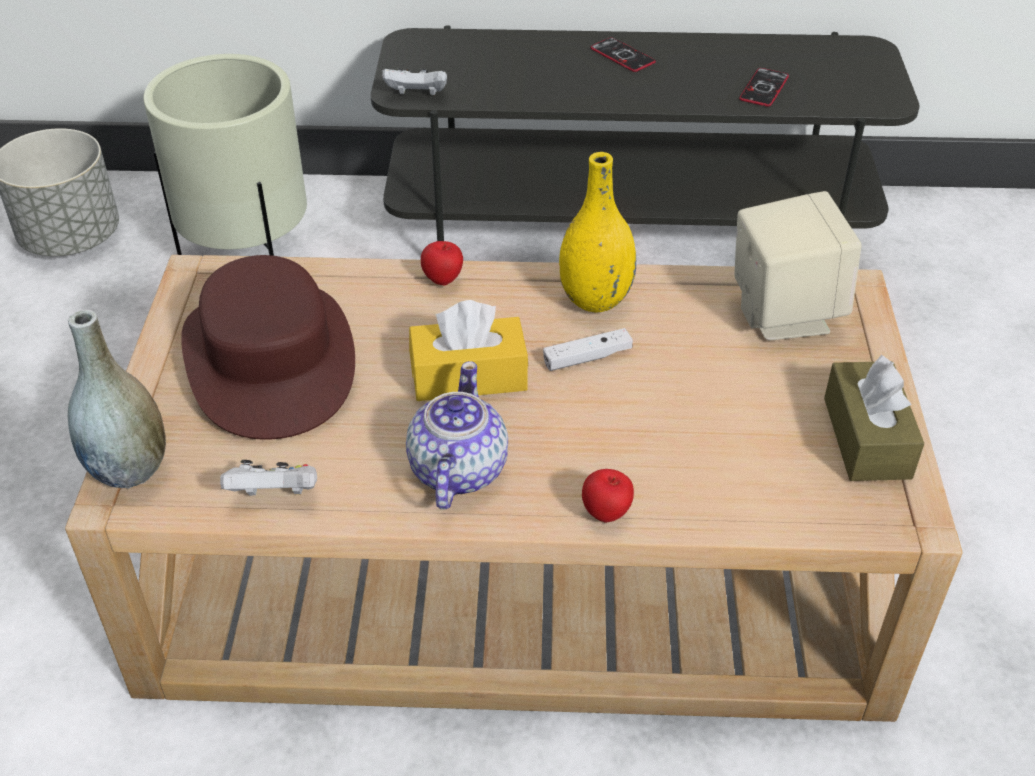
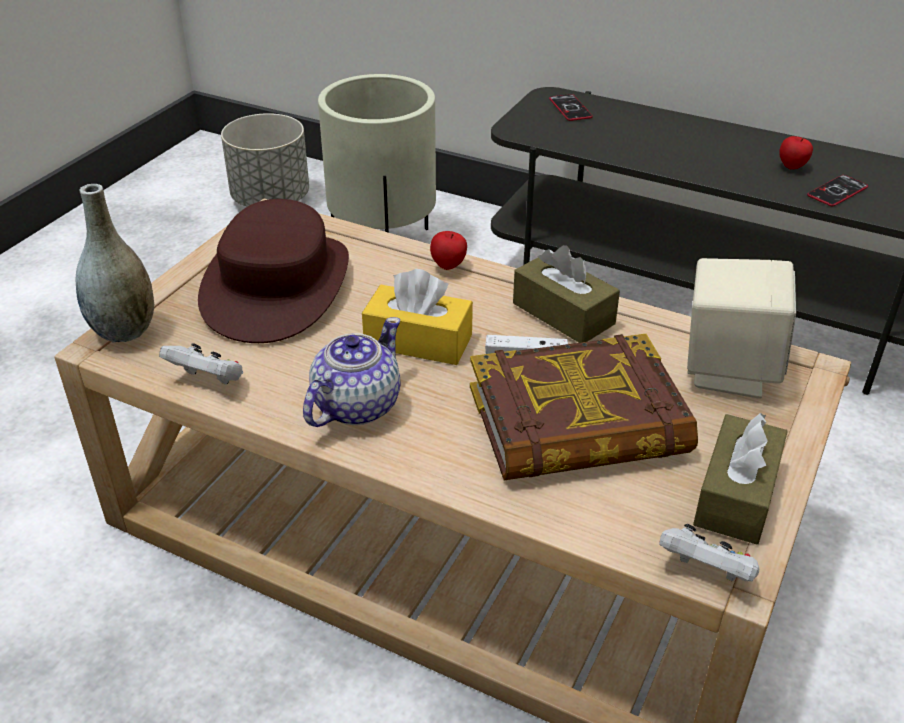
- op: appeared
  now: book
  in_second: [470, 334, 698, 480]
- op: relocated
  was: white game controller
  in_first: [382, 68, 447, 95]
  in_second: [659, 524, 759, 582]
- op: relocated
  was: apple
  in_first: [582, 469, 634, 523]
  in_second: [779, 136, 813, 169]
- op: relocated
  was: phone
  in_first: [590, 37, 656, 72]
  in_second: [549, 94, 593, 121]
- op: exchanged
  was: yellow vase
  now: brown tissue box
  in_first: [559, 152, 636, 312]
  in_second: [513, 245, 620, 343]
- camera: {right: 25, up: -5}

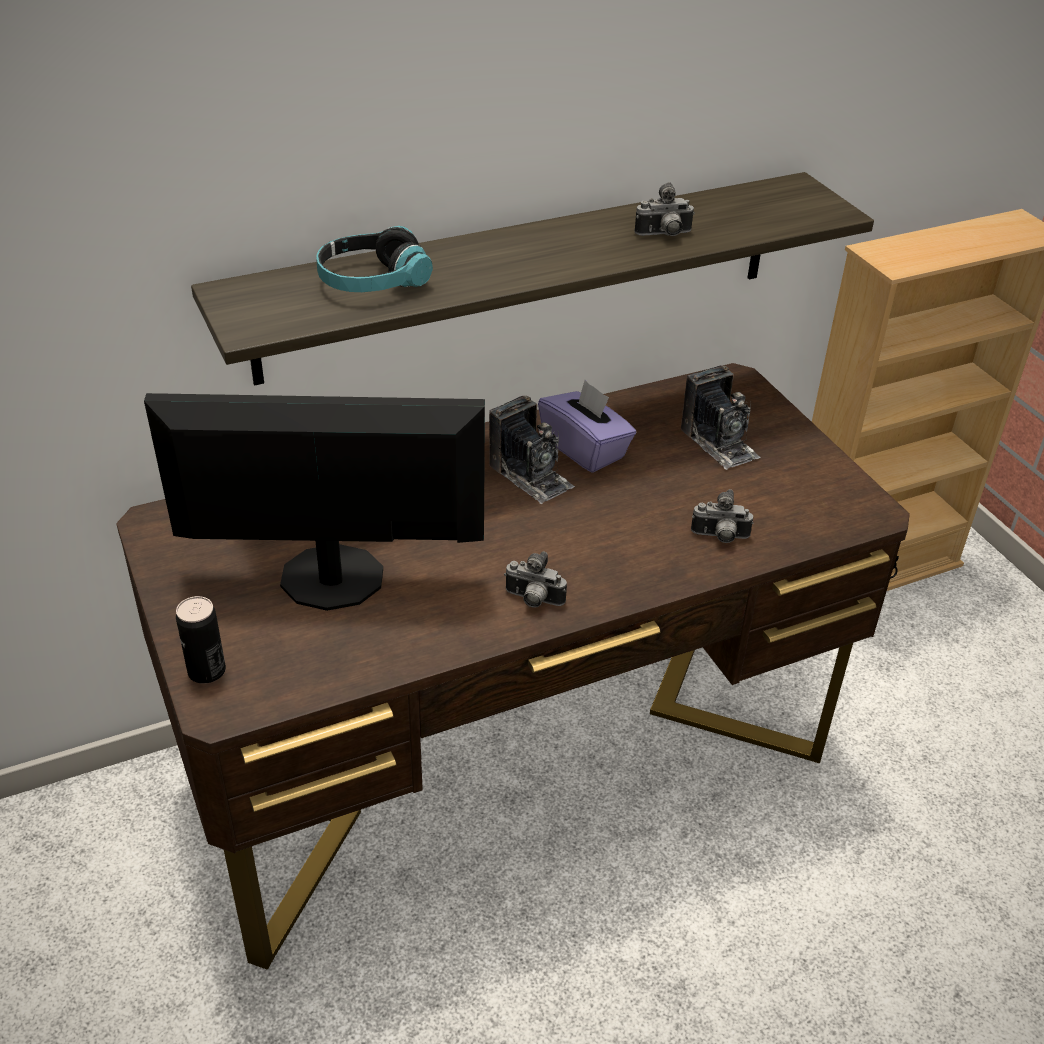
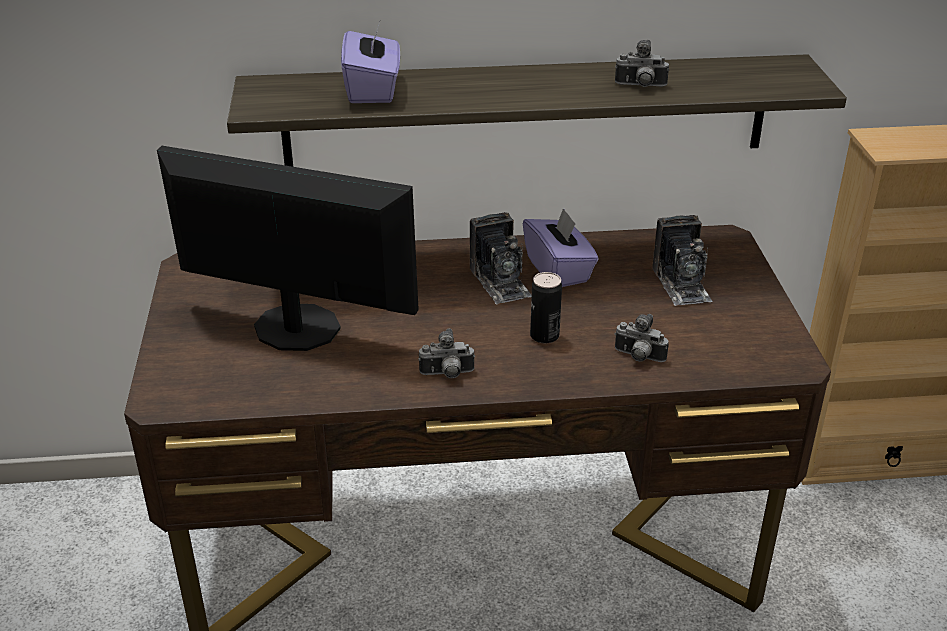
- op: relocated
  was: can
  in_first: [176, 596, 226, 684]
  in_second: [530, 272, 562, 344]
- op: exchanged
  was: headphones
  now: purple tissue box
  in_first: [316, 226, 433, 292]
  in_second: [341, 19, 400, 103]
- op: spun
  was: photo camera
  in_first: [504, 551, 567, 608]
  in_second: [418, 328, 475, 378]
  clockwise: -45
- camera: {right: 20, up: -5}

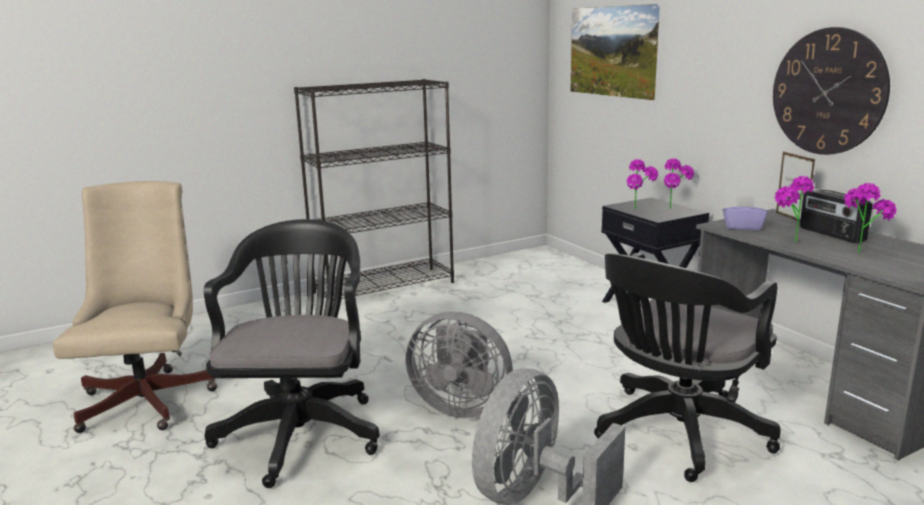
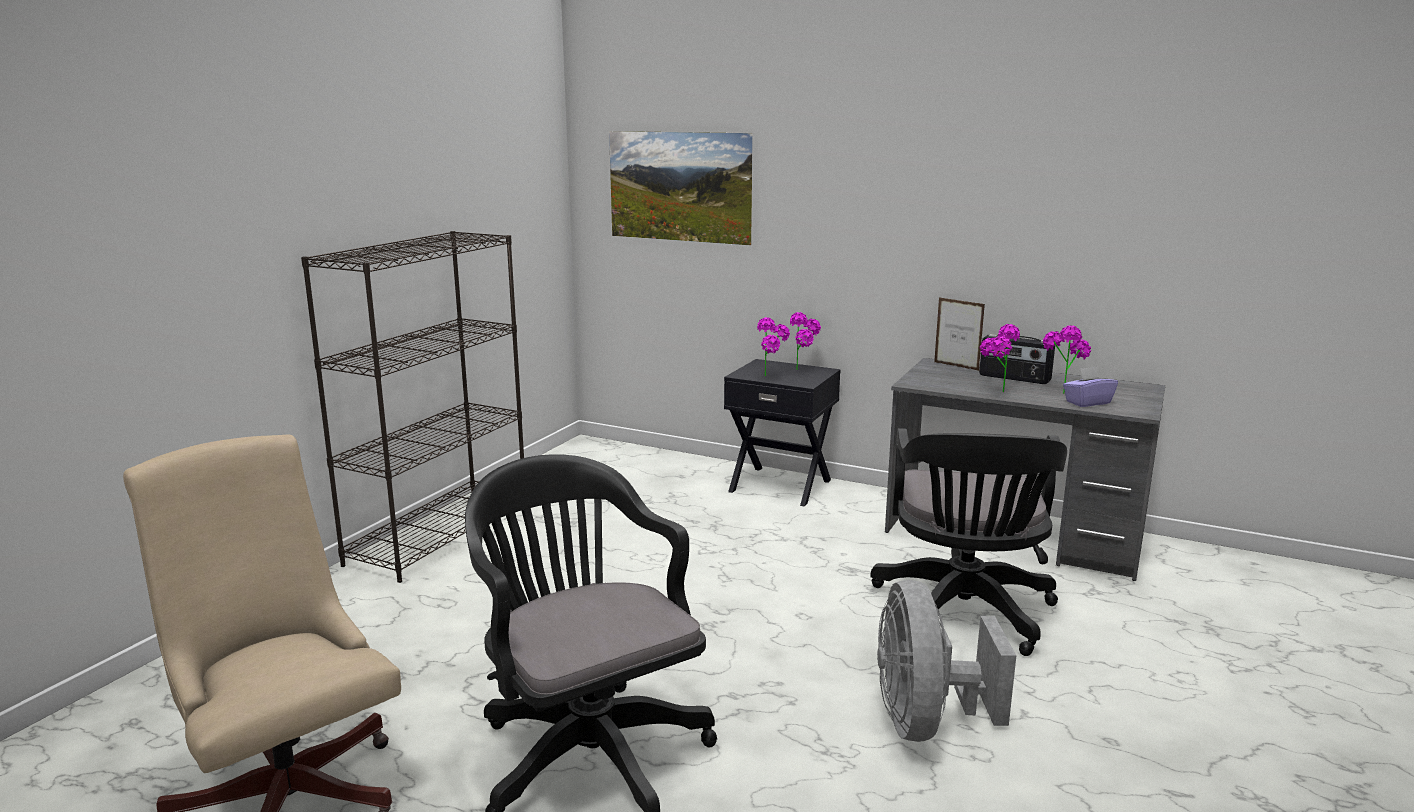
- op: missing
  was: grey fan
  in_first: [406, 312, 513, 418]
- op: missing
  was: wall clock
  in_first: [773, 27, 890, 155]
- op: relocated
  was: purple tissue box
  in_first: [722, 196, 768, 230]
  in_second: [1063, 367, 1118, 407]
- camera: {right: -35, up: 0}

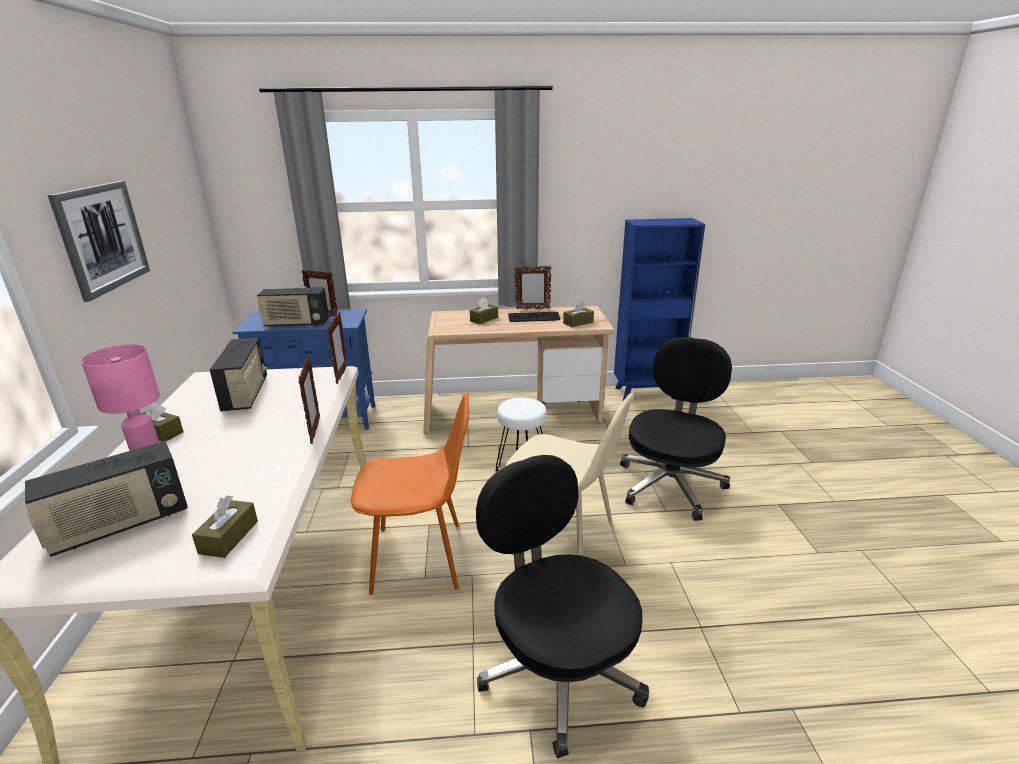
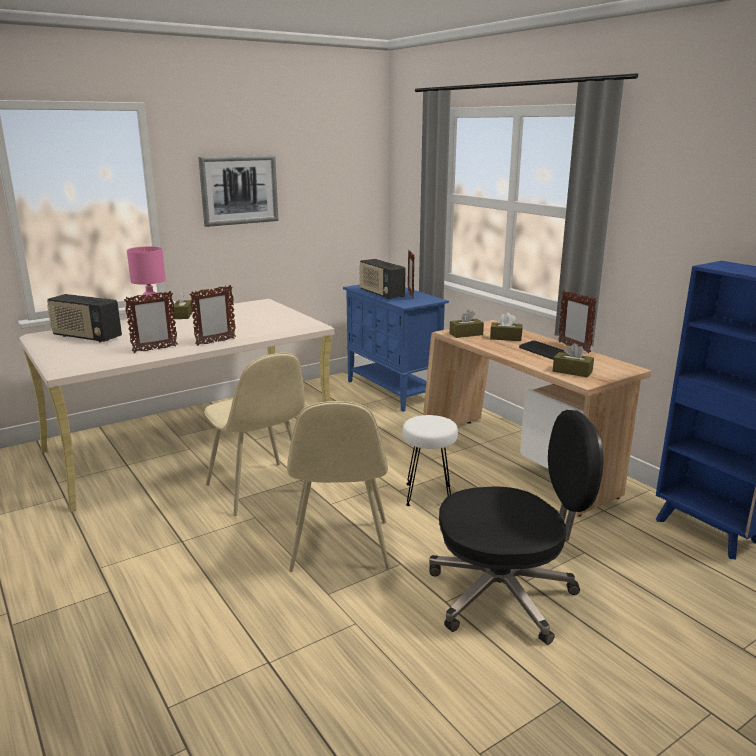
- op: missing
  was: radio
  in_first: [209, 338, 267, 411]
- op: missing
  was: black office chair
  in_first: [476, 455, 649, 758]
- op: relocated
  was: brown tissue box
  in_first: [192, 495, 258, 558]
  in_second: [449, 310, 484, 338]
- op: relocated
  was: picture frame
  in_first: [327, 311, 348, 384]
  in_second: [124, 291, 178, 353]
- op: colour
  was: orange chair
  now: beige chair
  in_first: [351, 392, 469, 595]
  in_second: [204, 353, 312, 516]
- camera: {right: 60, up: -5}

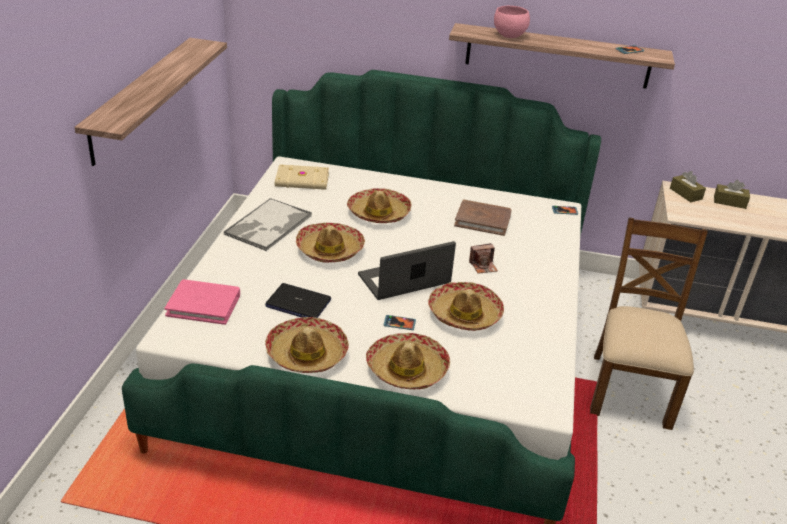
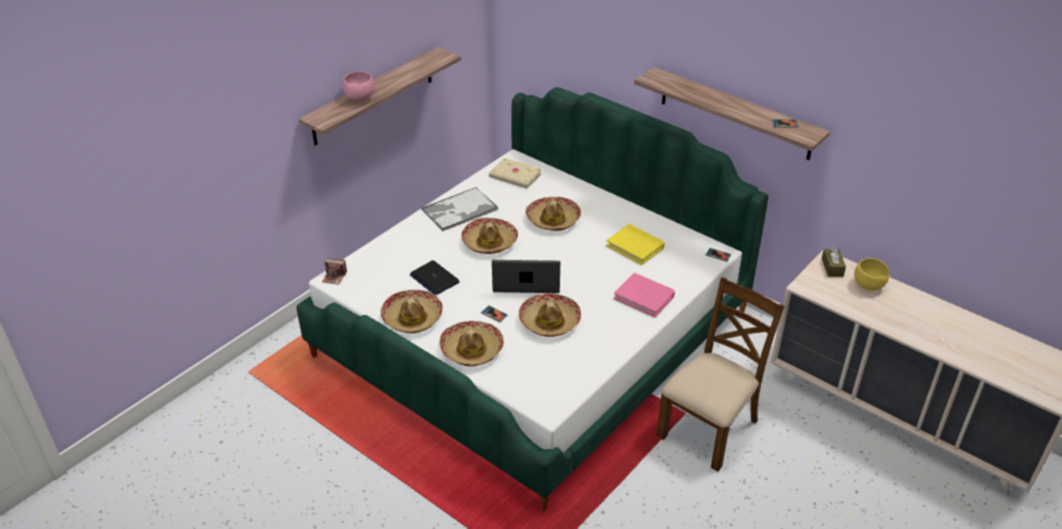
- op: relocated
  was: pink book
  in_first: [165, 279, 240, 325]
  in_second: [614, 273, 675, 317]
- op: relocated
  was: photo camera
  in_first: [469, 243, 498, 274]
  in_second: [322, 259, 347, 285]
- op: relocated
  was: pink bowl
  in_first: [494, 6, 530, 38]
  in_second: [343, 71, 375, 102]
- op: exchanged
  was: brown tissue box
  now: yellow bowl
  in_first: [714, 180, 750, 209]
  in_second: [854, 258, 889, 290]
- op: colour
  was: brown book
  now: yellow book
  in_first: [454, 200, 512, 236]
  in_second: [606, 224, 665, 265]
- camera: {right: 30, up: 5}

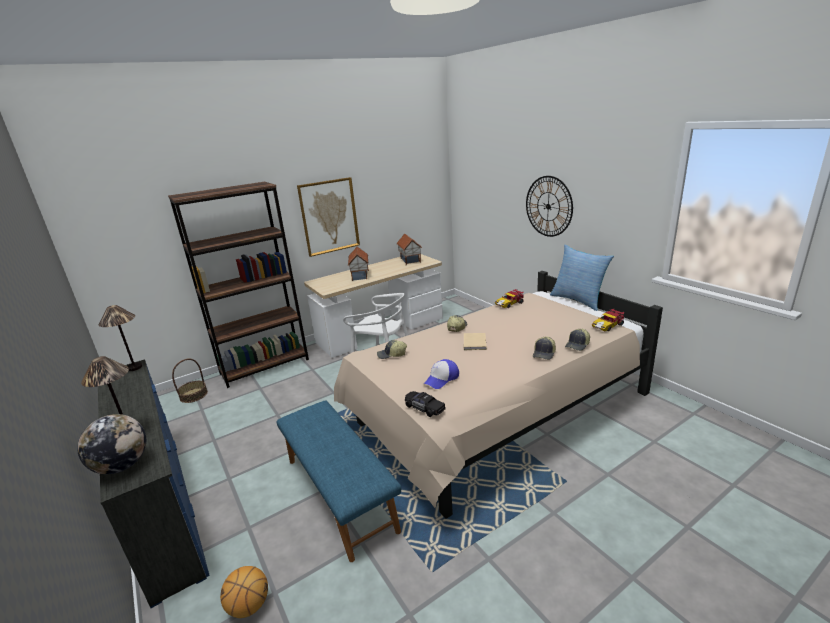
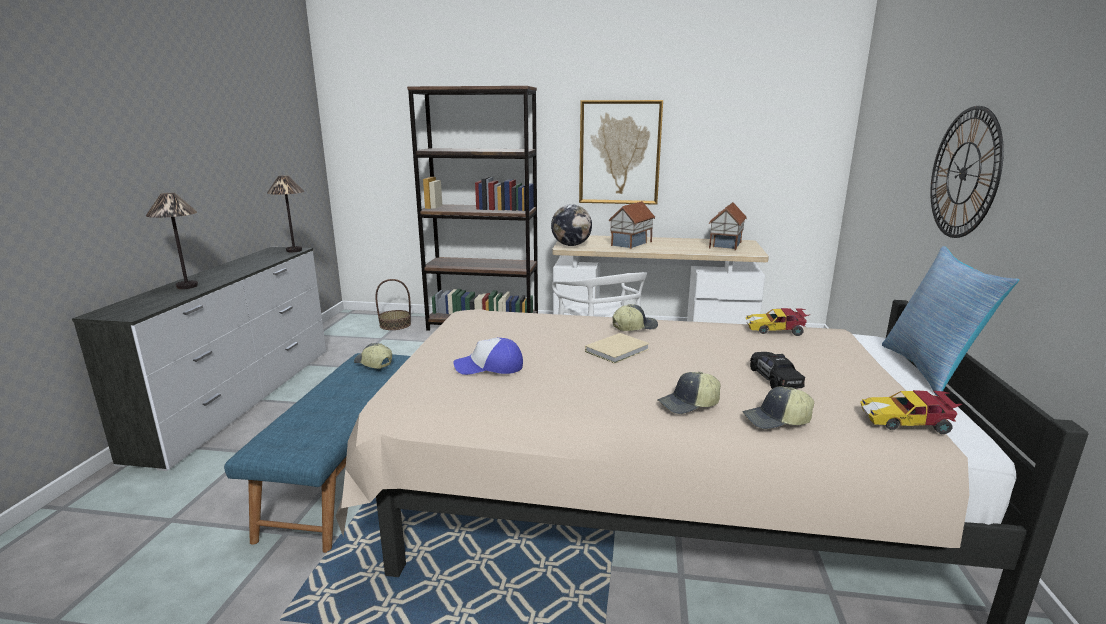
- op: missing
  was: basketball
  in_first: [220, 566, 268, 618]
- op: relocated
  was: globe
  in_first: [77, 414, 146, 474]
  in_second: [551, 204, 592, 246]
- op: relocated
  was: cap
  in_first: [377, 340, 407, 359]
  in_second: [354, 343, 392, 369]
- op: relocated
  was: black toy car
  in_first: [405, 391, 446, 417]
  in_second: [750, 352, 805, 389]
- op: colour
  was: blue dresser
  now: white dresser
  in_first: [98, 359, 210, 608]
  in_second: [72, 247, 326, 471]
- camera: {right: 40, up: -5}

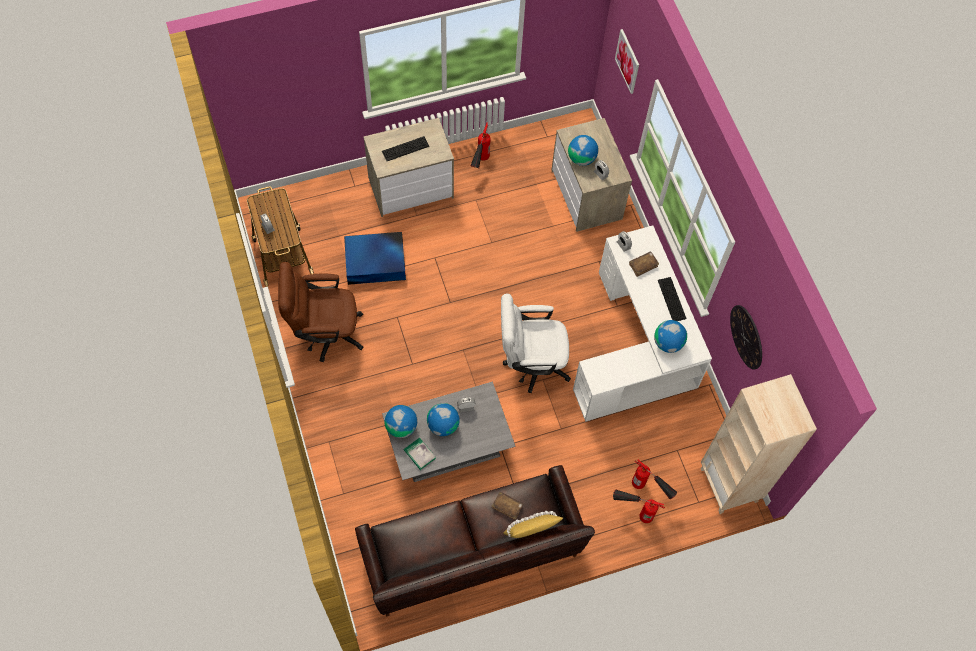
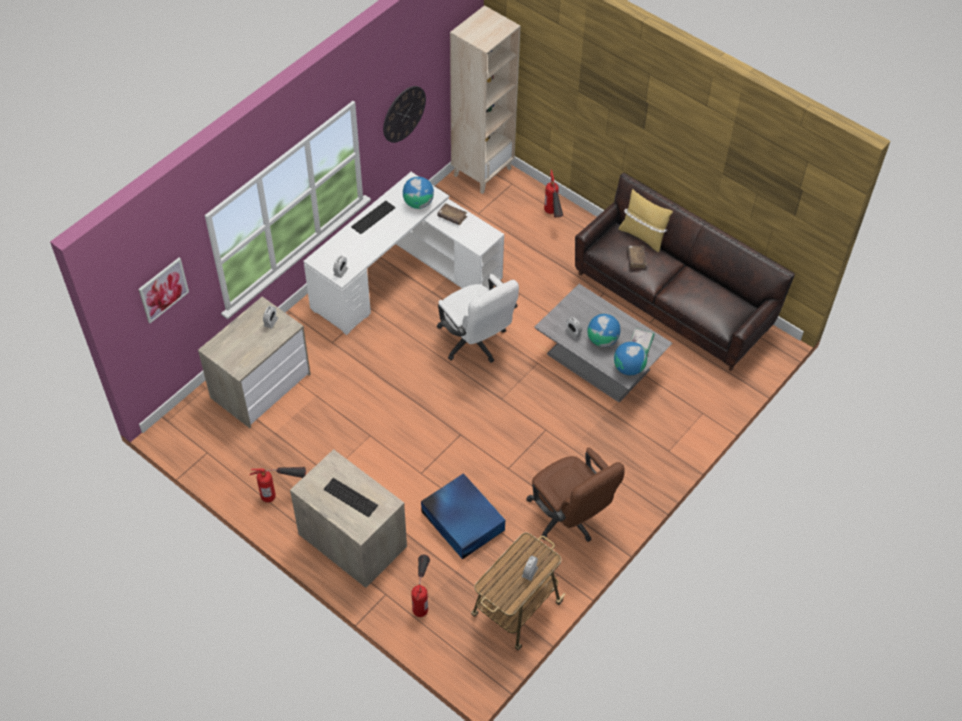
- op: missing
  was: globe
  in_first: [568, 135, 599, 166]
- op: relocated
  was: brown book
  in_first: [629, 251, 659, 277]
  in_second: [437, 203, 467, 225]
- op: relocated
  was: fire extinguisher
  in_first: [632, 460, 677, 499]
  in_second: [411, 555, 430, 617]
- camera: {right: -120, up: -10}

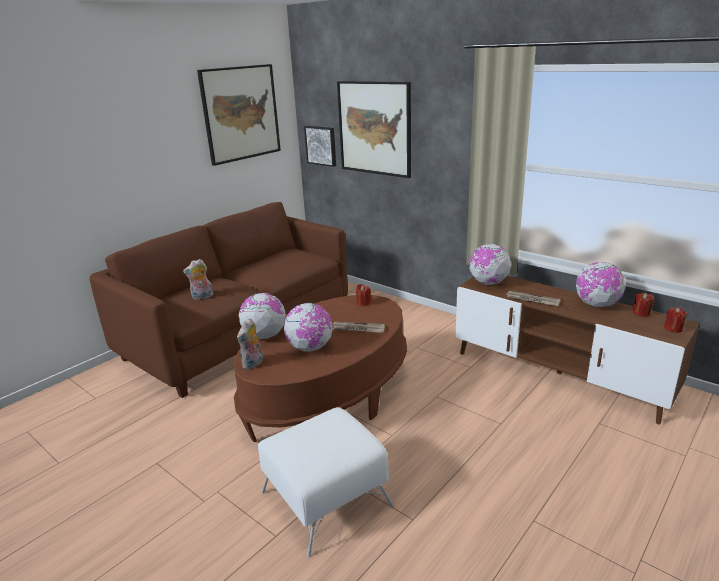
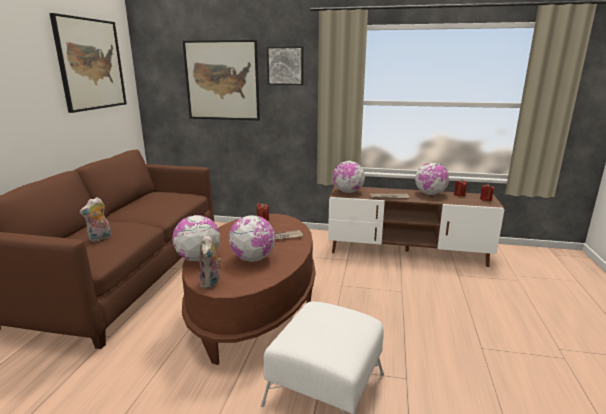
- op: relocated
  was: picture
  in_first: [304, 126, 336, 167]
  in_second: [267, 46, 303, 85]
- camera: {right: -30, up: -5}

